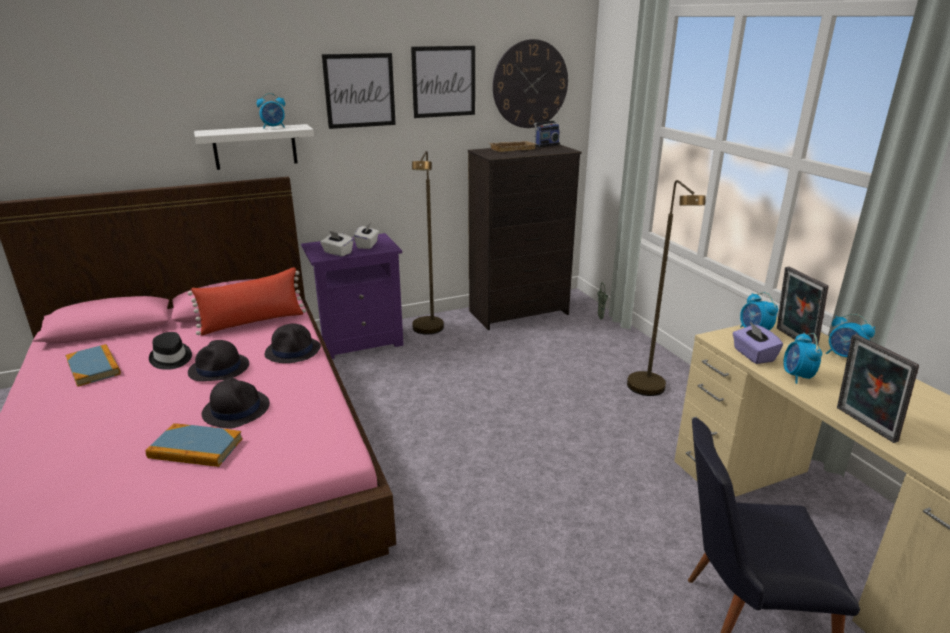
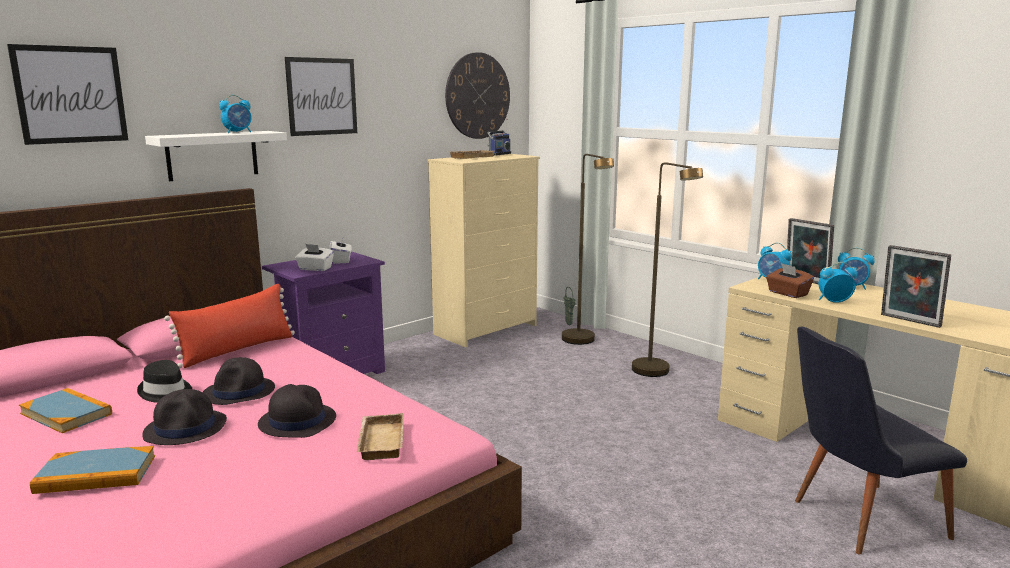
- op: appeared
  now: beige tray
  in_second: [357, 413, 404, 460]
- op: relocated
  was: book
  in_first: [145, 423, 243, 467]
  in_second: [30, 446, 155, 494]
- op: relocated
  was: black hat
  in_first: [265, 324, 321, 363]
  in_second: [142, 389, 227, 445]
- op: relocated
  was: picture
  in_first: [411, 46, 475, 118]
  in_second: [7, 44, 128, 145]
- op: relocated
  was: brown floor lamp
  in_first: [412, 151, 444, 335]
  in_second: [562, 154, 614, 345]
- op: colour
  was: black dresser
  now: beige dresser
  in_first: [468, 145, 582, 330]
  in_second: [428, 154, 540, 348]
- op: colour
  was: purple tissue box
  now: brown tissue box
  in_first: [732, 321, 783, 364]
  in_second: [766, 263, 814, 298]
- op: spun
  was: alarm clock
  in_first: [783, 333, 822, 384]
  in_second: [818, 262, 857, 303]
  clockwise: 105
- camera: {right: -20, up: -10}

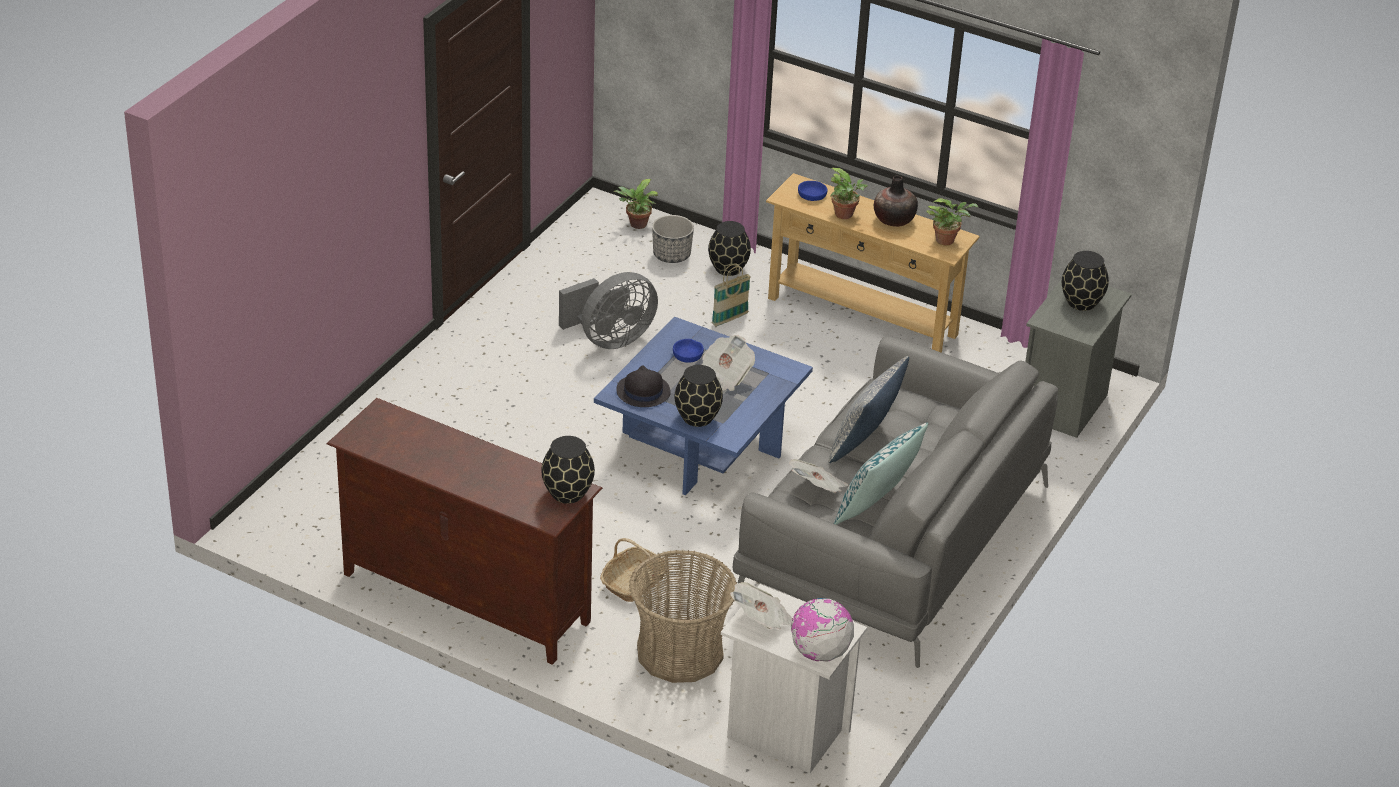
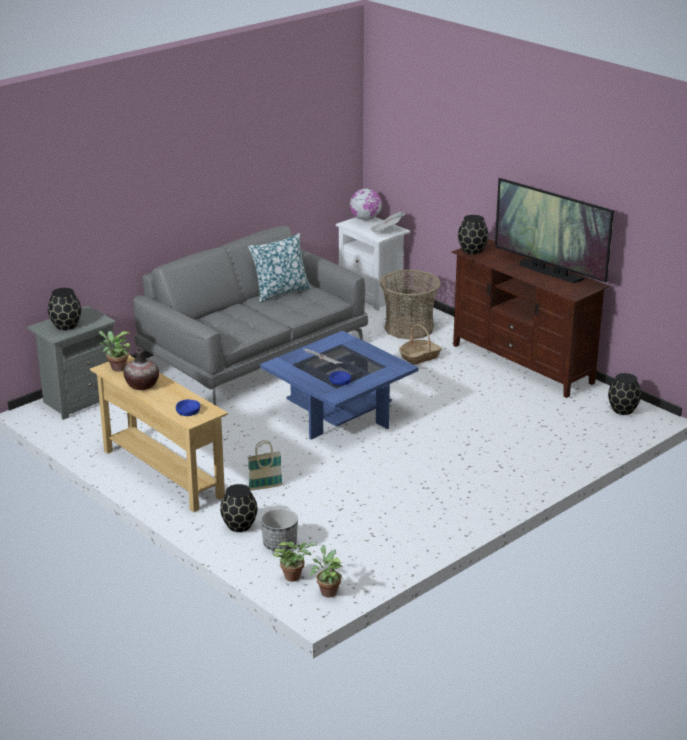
- op: missing
  was: grey fan
  in_first: [559, 272, 658, 349]
- op: missing
  was: black hat
  in_first: [616, 365, 671, 407]
- op: missing
  was: newspaper
  in_first: [789, 459, 848, 493]
- op: missing
  was: pillow
  in_first: [829, 356, 909, 463]
- op: appeared
  now: television
  in_second: [495, 178, 614, 283]
- op: relocated
  was: black vase
  in_first: [675, 365, 723, 427]
  in_second: [608, 373, 641, 415]
- op: relocated
  was: potted plant
  in_first: [830, 168, 868, 219]
  in_second: [309, 545, 343, 597]
- camera: {right: -160, up: -10}

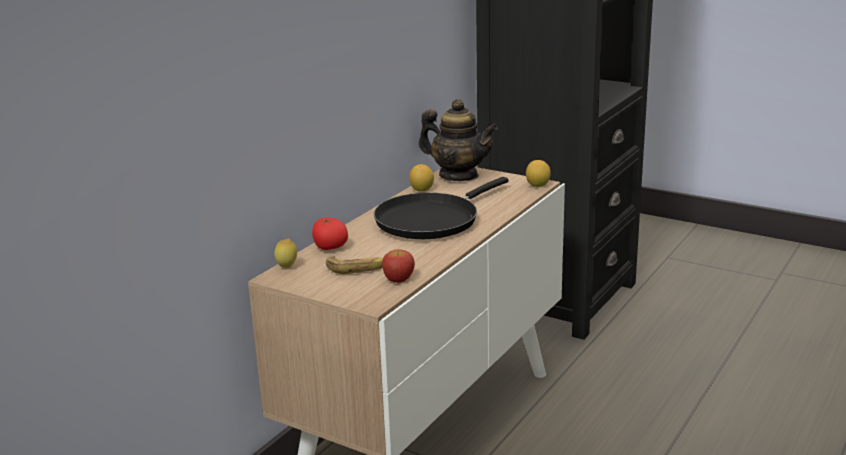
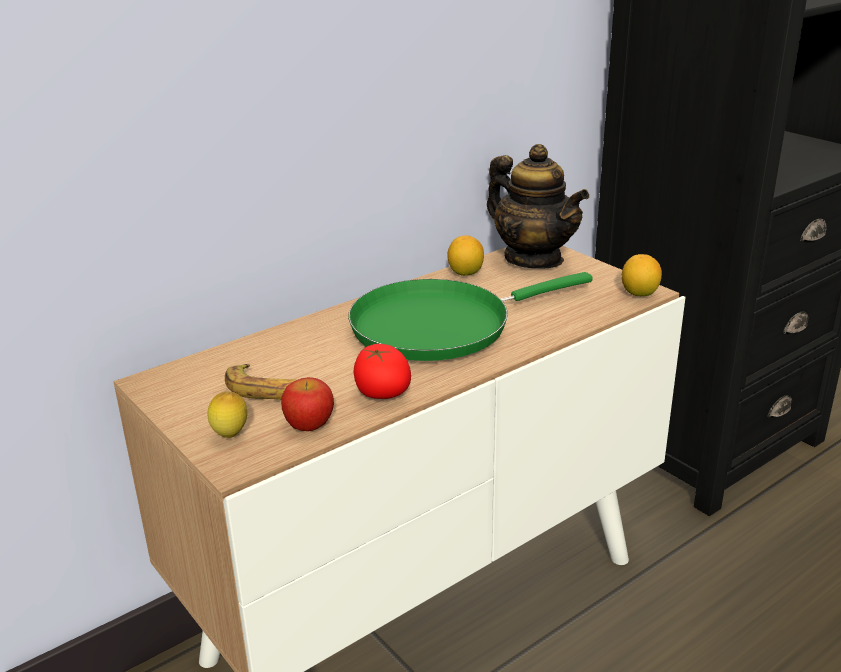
- op: relocated
  was: lemon
  in_first: [275, 239, 297, 268]
  in_second: [208, 391, 247, 438]
- op: relocated
  was: tomato
  in_first: [312, 218, 348, 250]
  in_second: [354, 344, 411, 399]
- op: colour
  was: black frying pan
  now: green frying pan
  in_first: [374, 177, 509, 239]
  in_second: [348, 272, 593, 361]
- camera: {right: 20, up: 5}

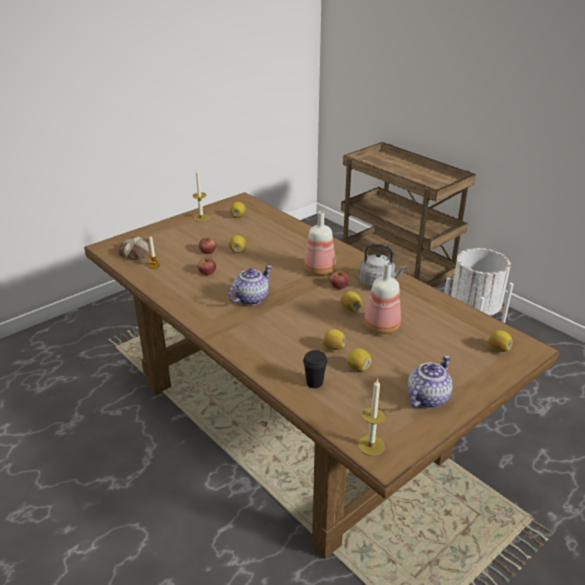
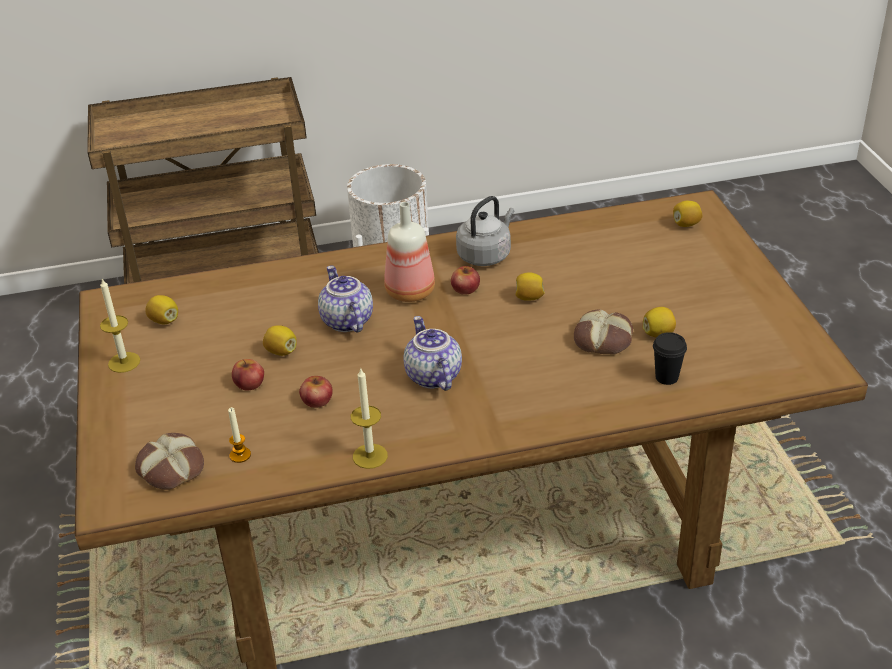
- op: missing
  was: bottle
  in_first: [364, 262, 401, 334]
- op: relocated
  was: candle
  in_first: [358, 378, 386, 456]
  in_second: [351, 367, 388, 469]
- op: relocated
  was: teapot
  in_first: [407, 355, 453, 408]
  in_second: [318, 266, 373, 332]
- op: exchanged
  was: lemon
  now: bread
  in_first: [323, 329, 345, 350]
  in_second: [574, 309, 633, 355]
- camera: {right: -60, up: 5}

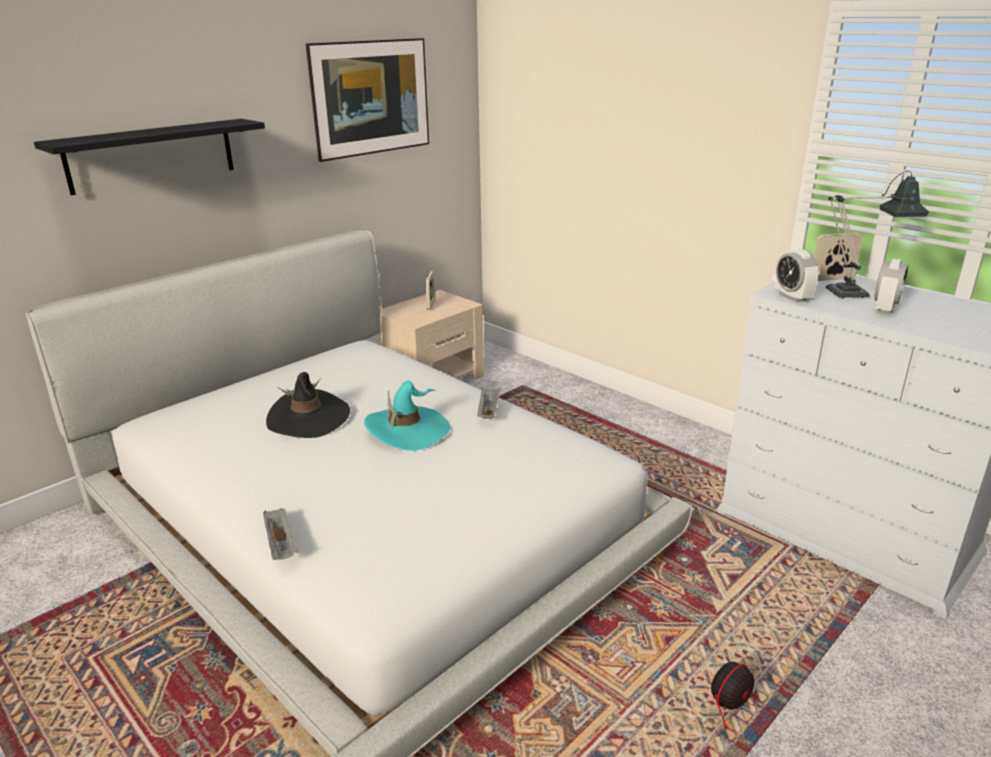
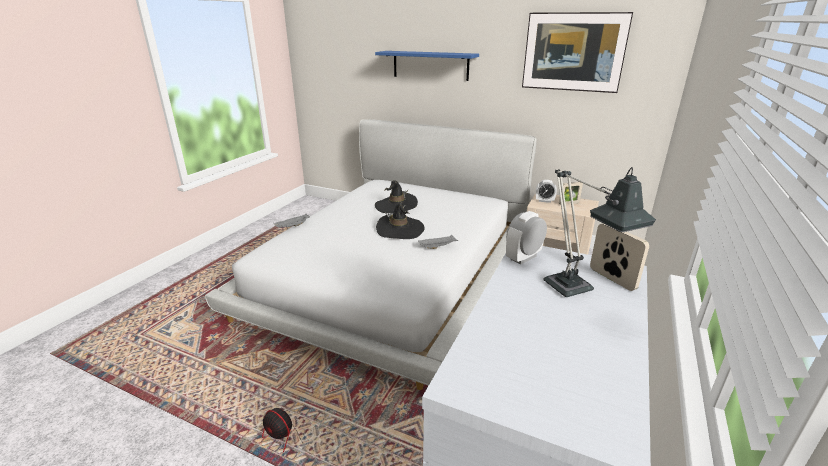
- op: relocated
  was: alarm clock
  in_first: [874, 259, 908, 315]
  in_second: [536, 180, 557, 203]
- op: colour
  was: black shelf
  now: blue shelf
  in_first: [34, 119, 265, 195]
  in_second: [375, 51, 479, 81]
- op: colour
  was: turquoise hat
  now: black hat
  in_first: [364, 381, 451, 451]
  in_second: [376, 201, 424, 239]
- camera: {right: 70, up: 0}

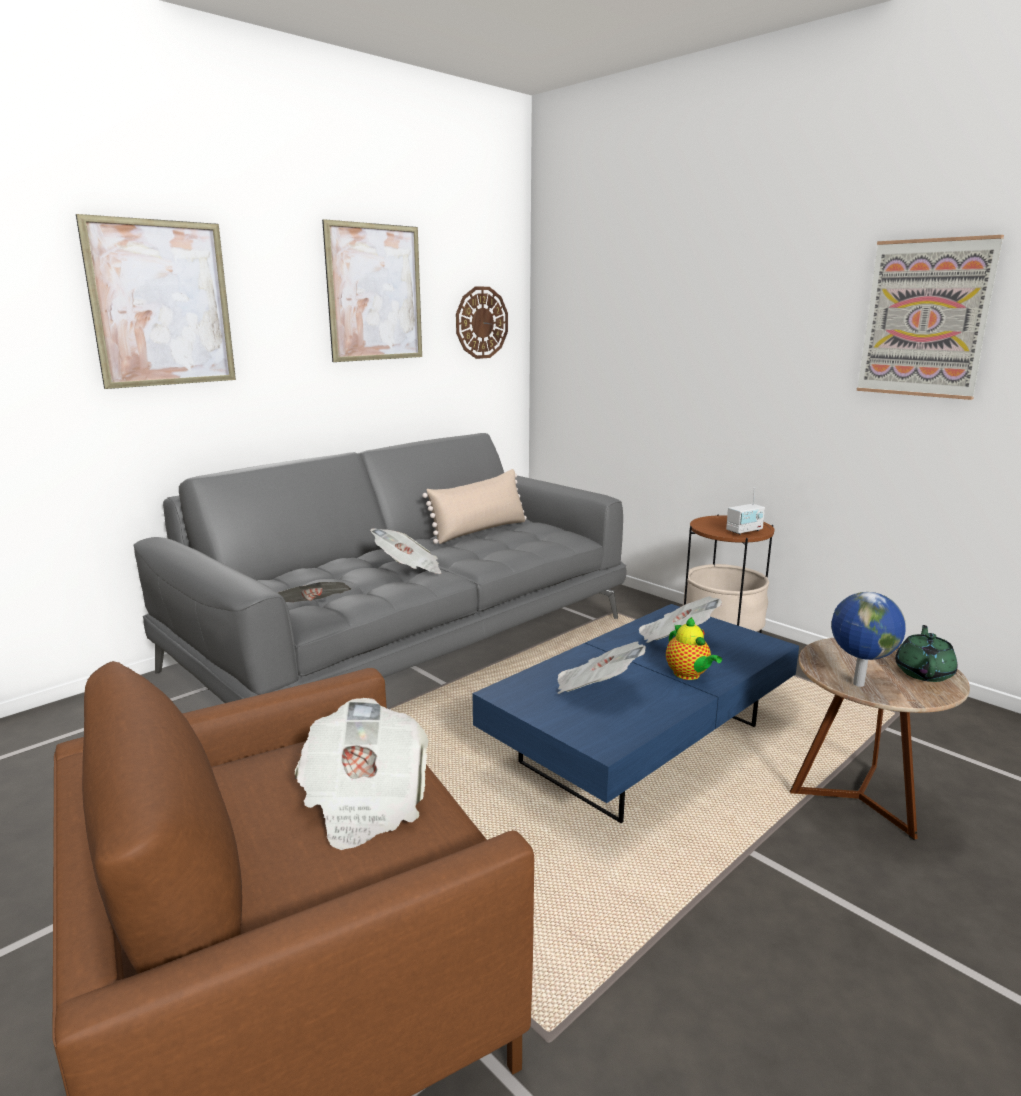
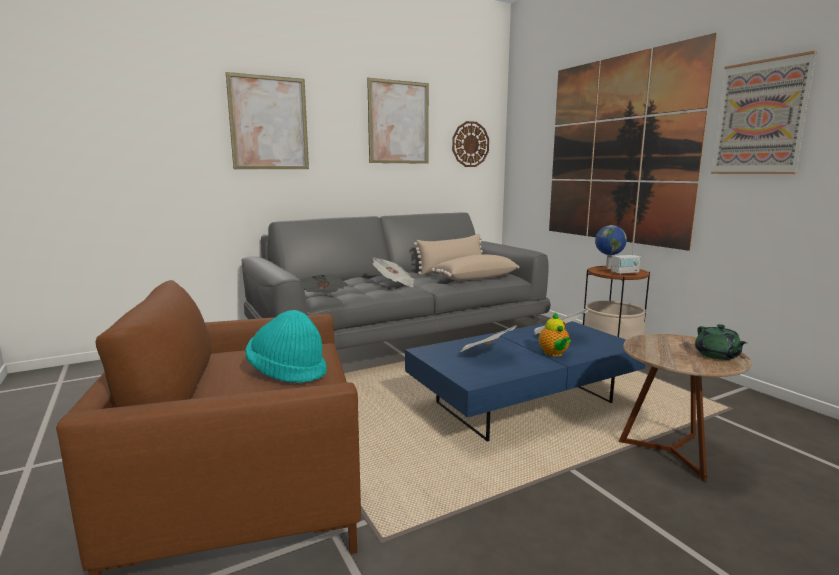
- op: appeared
  now: beige pillow
  in_second: [432, 254, 520, 281]
- op: appeared
  now: picture
  in_second: [549, 33, 717, 251]
- op: relocated
  was: globe
  in_first: [831, 592, 906, 687]
  in_second: [595, 225, 627, 269]
- op: exchanged
  was: newspaper
  now: turquoise hat
  in_first: [295, 698, 429, 850]
  in_second: [245, 310, 327, 383]
- op: spun
  was: green teapot
  in_first: [895, 625, 957, 682]
  in_second: [695, 324, 747, 360]
  clockwise: 135
- camera: {right: 15, up: -5}

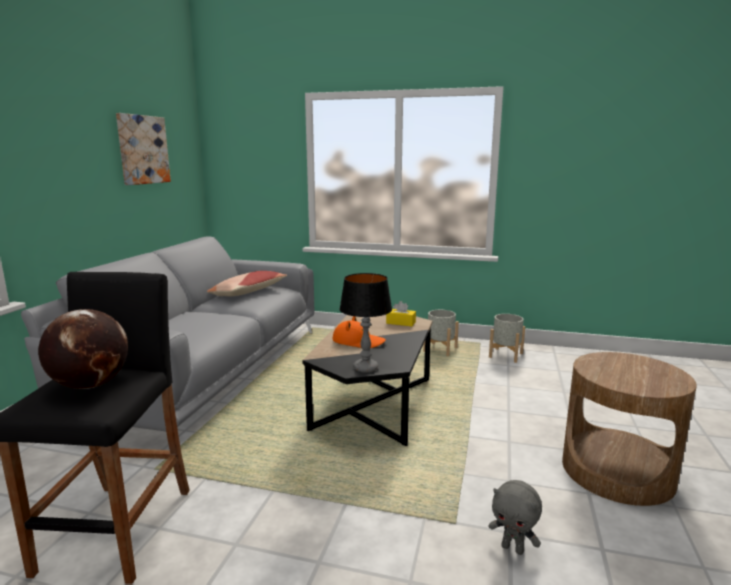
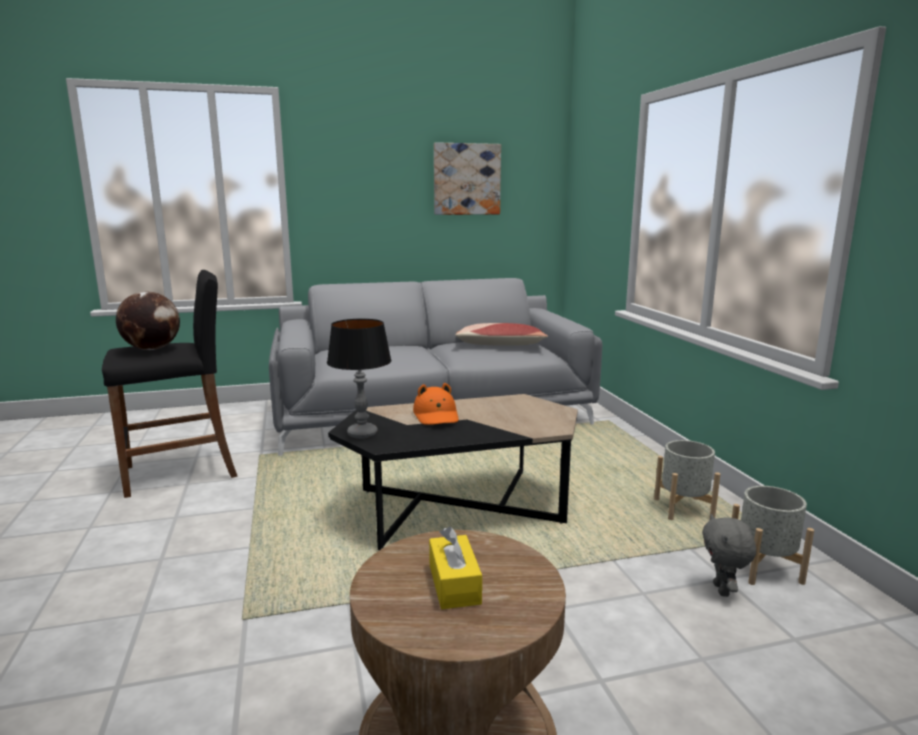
- op: relocated
  was: yellow tissue box
  in_first: [386, 301, 416, 326]
  in_second: [429, 527, 482, 609]
- op: relocated
  was: grey plush toy
  in_first: [489, 480, 542, 555]
  in_second: [702, 514, 756, 597]
- camera: {right: 60, up: 0}

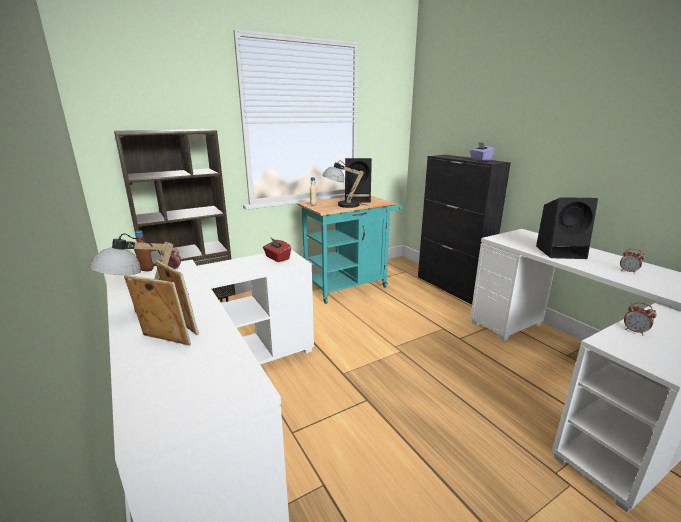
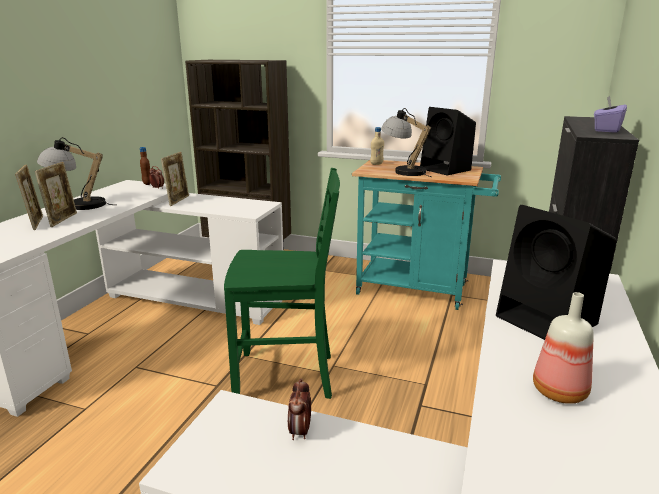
- op: missing
  was: red tissue box
  in_first: [263, 238, 291, 262]
- op: appeared
  now: picture frame
  in_second: [161, 152, 189, 206]
- op: appeared
  now: green chair
  in_second: [224, 168, 340, 399]
- op: exchanged
  was: alarm clock
  now: bottle
  in_first: [620, 248, 645, 274]
  in_second: [533, 292, 594, 404]
- camera: {right: 50, up: 0}

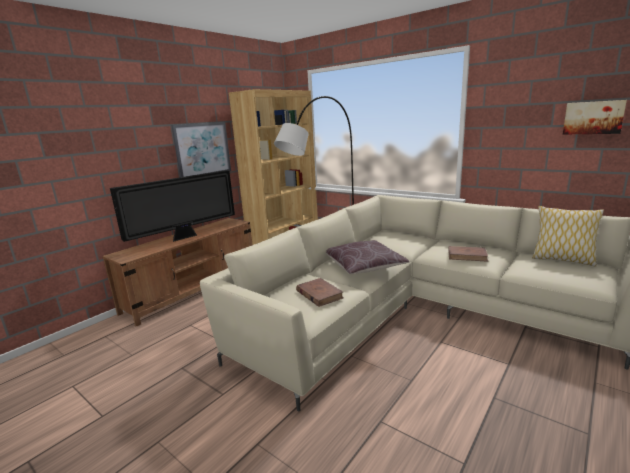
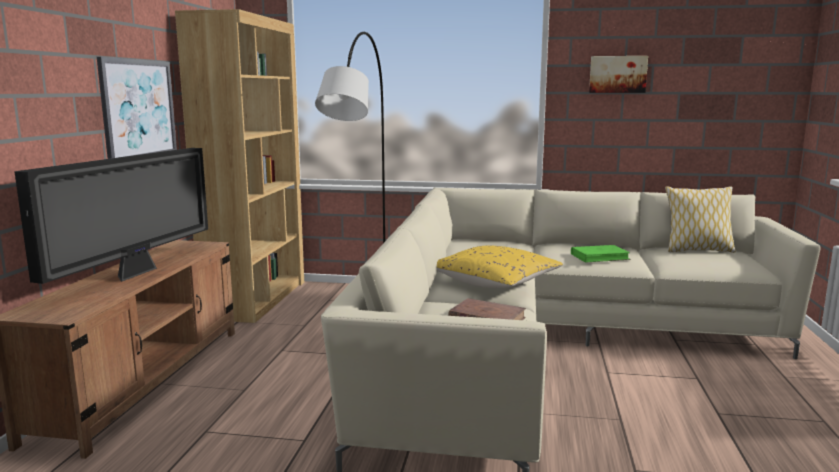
- op: relocated
  was: picture
  in_first: [563, 100, 627, 134]
  in_second: [589, 56, 648, 93]
- op: colour
  was: brown pillow
  now: yellow pillow
  in_first: [326, 240, 410, 274]
  in_second: [437, 246, 563, 288]
- op: colour
  was: brown book
  now: green book
  in_first: [448, 246, 489, 262]
  in_second: [571, 245, 631, 263]
- camera: {right: -30, up: -5}

